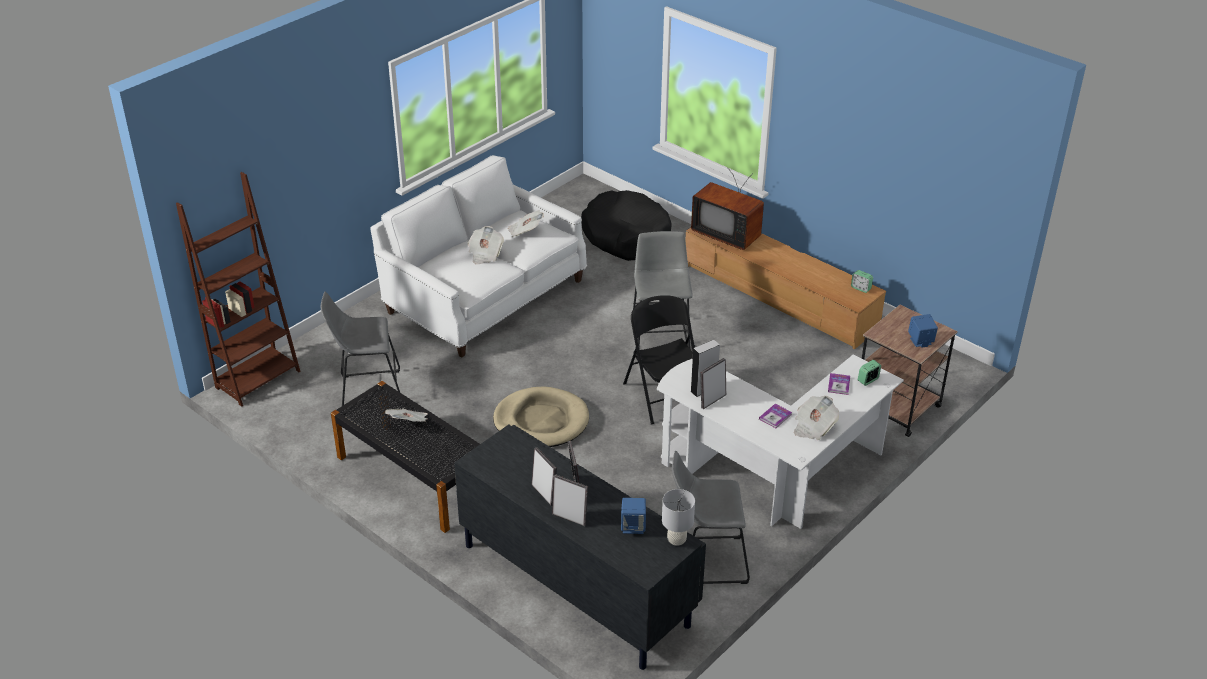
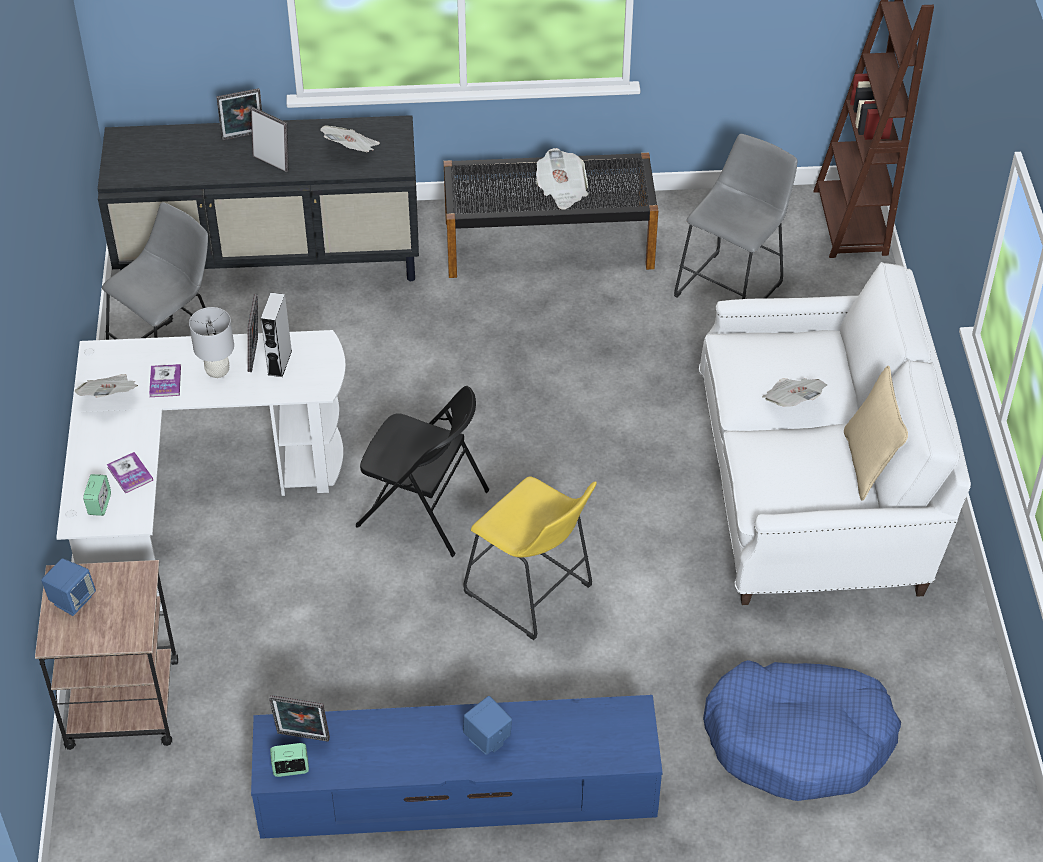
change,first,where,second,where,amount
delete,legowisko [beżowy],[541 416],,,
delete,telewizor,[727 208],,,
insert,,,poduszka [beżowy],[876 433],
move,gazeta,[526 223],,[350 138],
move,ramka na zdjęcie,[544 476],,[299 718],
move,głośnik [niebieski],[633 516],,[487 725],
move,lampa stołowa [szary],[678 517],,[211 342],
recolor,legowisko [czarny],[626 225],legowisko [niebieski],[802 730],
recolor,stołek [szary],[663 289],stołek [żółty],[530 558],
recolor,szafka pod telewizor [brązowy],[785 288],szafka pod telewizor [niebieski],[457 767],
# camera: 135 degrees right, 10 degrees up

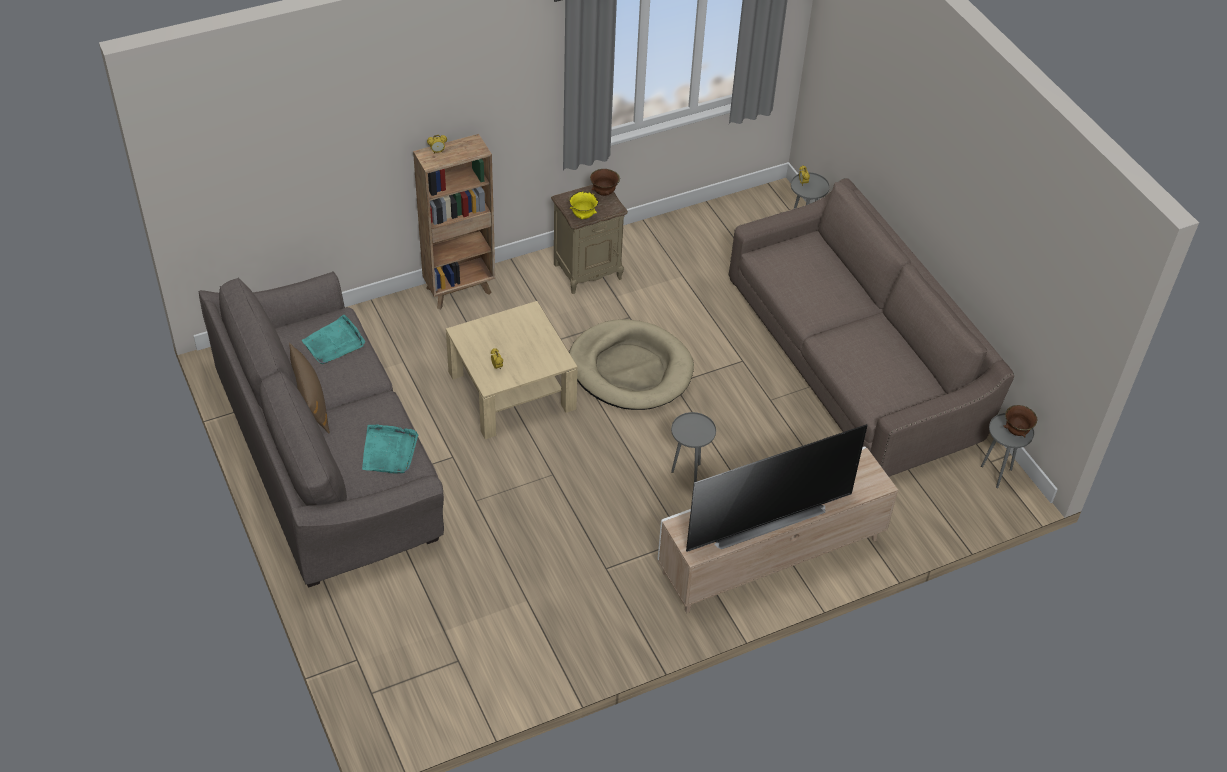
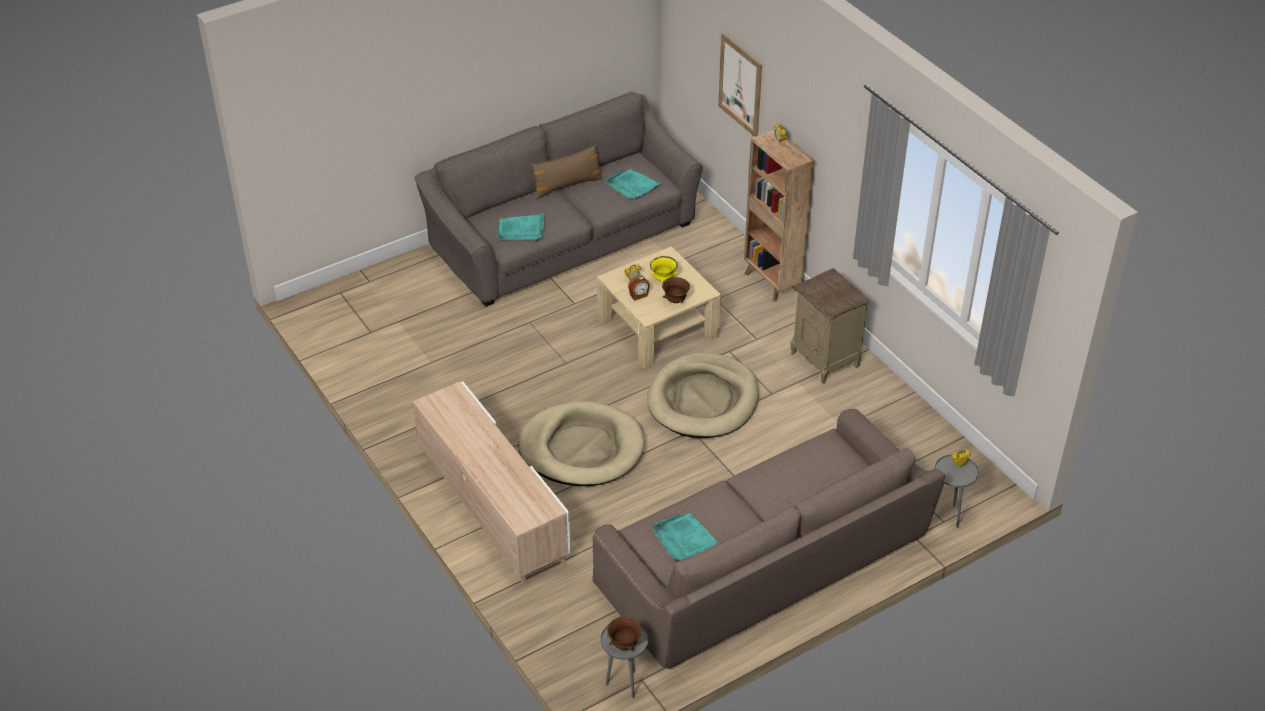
change,first,where,second,where,amount
delete,telewizor,[777 488],,,
insert,,,budzik,[639 288],
insert,,,taca [turkusowy],[685 536],
insert,,,obraz,[740 85],
move,miska [żółty],[583 205],,[664 269],
move,miska [brązowy],[605 182],,[676 290],
replace,stolik [szary],[693 447],legowisko [beżowy],[581 443],
# camera: 85 degrees right, 5 degrees down

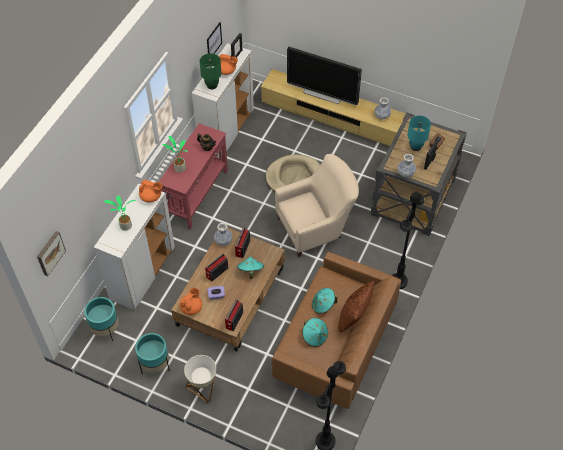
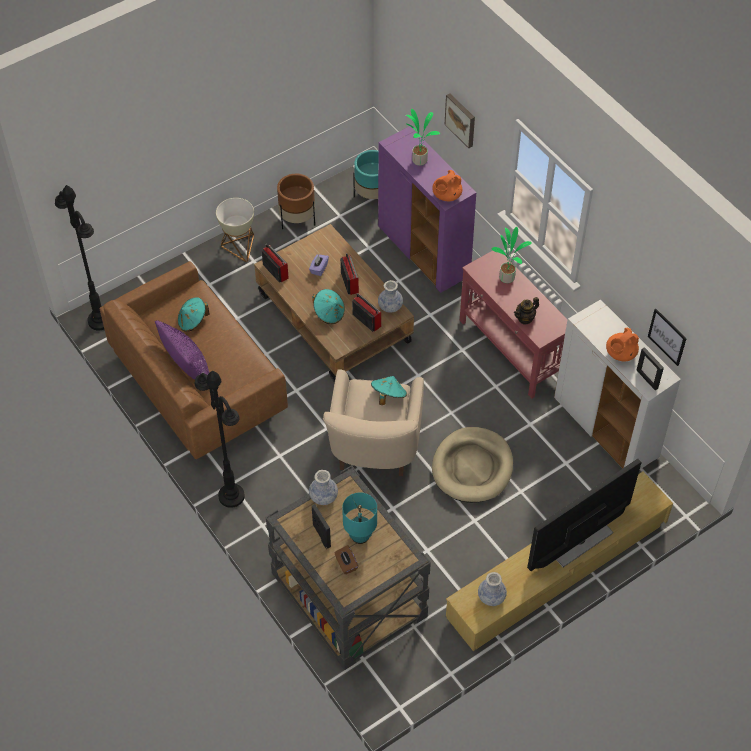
change,first,where,second,where,amount
delete,imbryk [pomarańczowy],[191 301],,,
delete,lampa stołowa [zielony],[210 71],,,
move,obraz,[51 253],,[459 121],
move,kapelusz [turkusowy],[324 301],,[389 390],
recolor,szafka [biały],[134 247],szafka [fioletowy],[427 209],
recolor,donica [turkusowy],[152 353],donica [brązowy],[296 201],
recolor,poduszka [brązowy],[356 307],poduszka [fioletowy],[182 350],
# camera: 120 degrees right, 0 degrees up

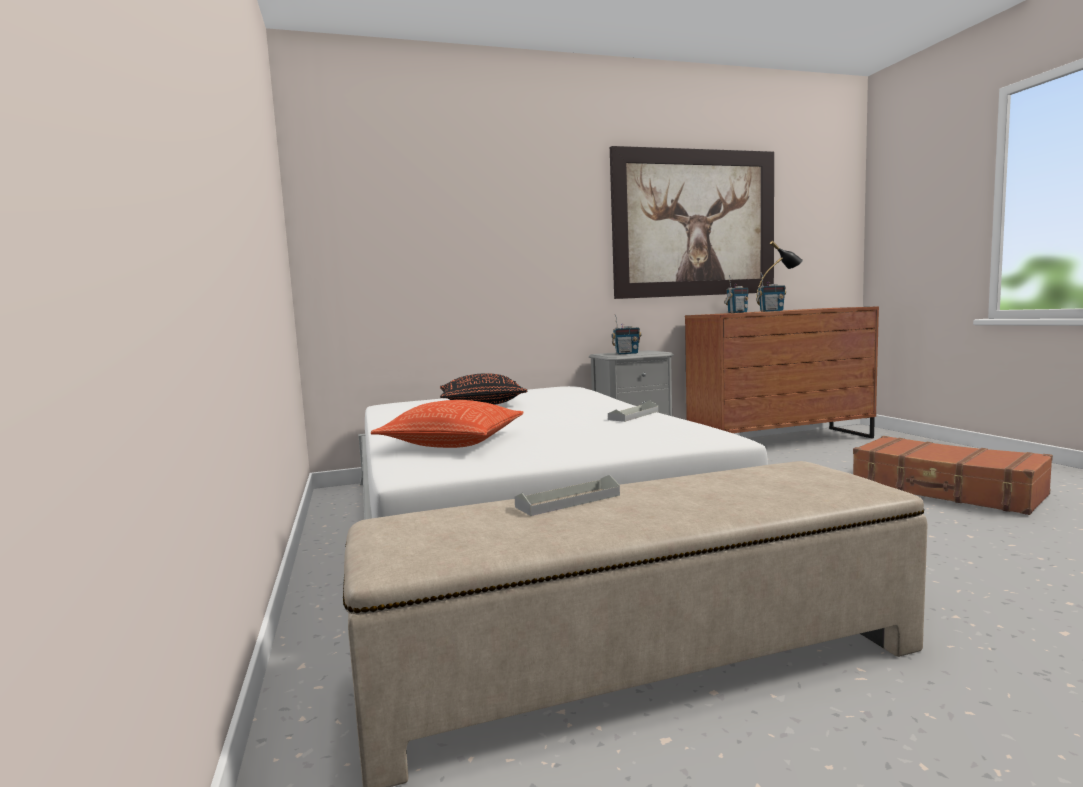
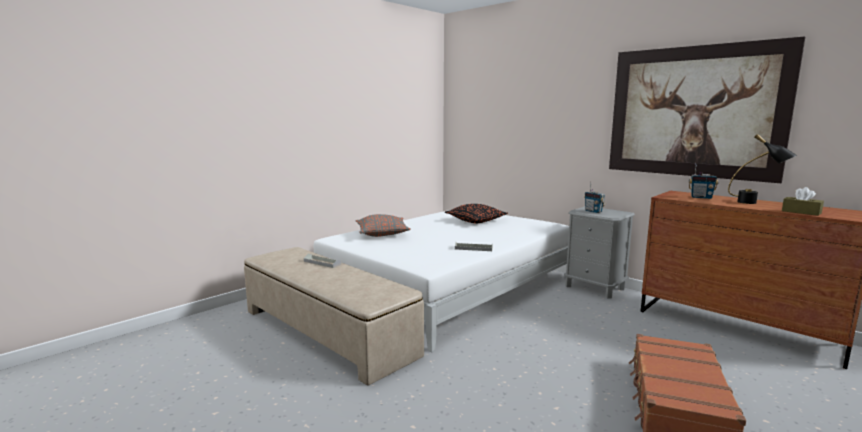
change,first,where,second,where,amount
delete,radio,[771 292],,,
insert,,,pudełko chusteczek [brązowy],[803 201],
recolor,poduszka [pomarańczowy],[447 424],poduszka [szary],[383 225],
# camera: 60 degrees right, 5 degrees up

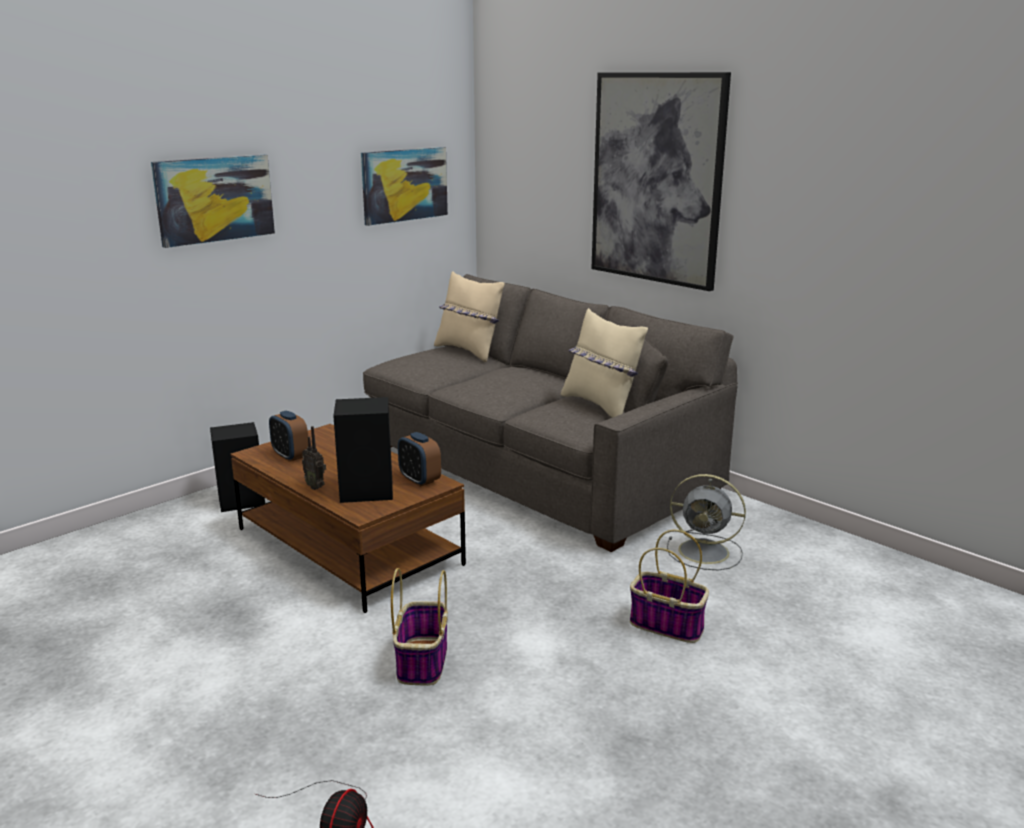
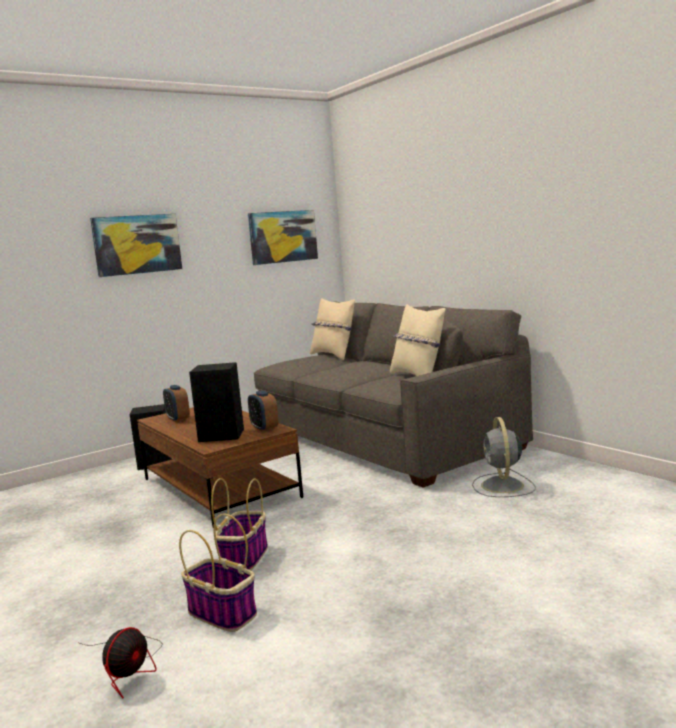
change,first,where,second,where,amount
delete,radio,[314 458],,,
delete,obraz,[661 181],,,
move,koszyk,[669 586],,[218 572],
rotate,wentylator [szary],[706 522],,[504 457],60 degrees clockwise
# camera: 10 degrees right, 10 degrees down

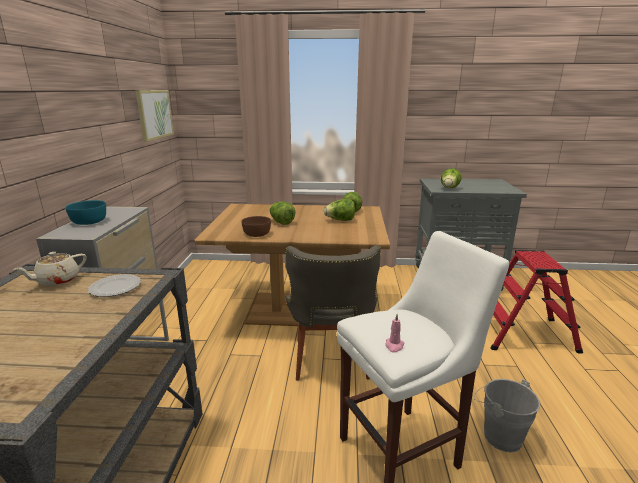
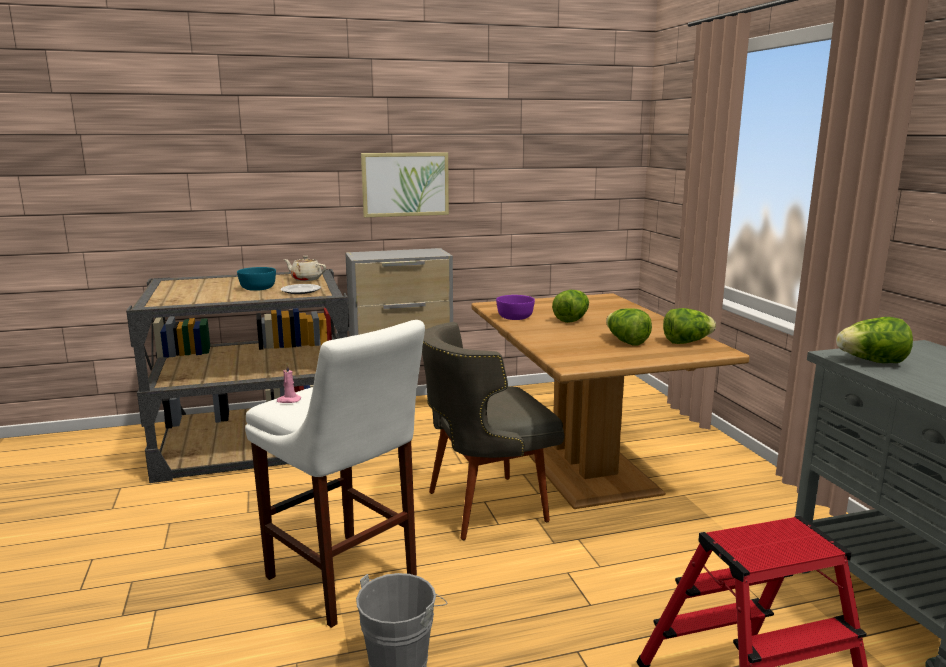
change,first,where,second,where,amount
move,miska [turkusowy],[85 212],,[256 279],
move,obraz,[154 116],,[405 184],
recolor,miska [brązowy],[256 226],miska [fioletowy],[515 307],
# camera: 70 degrees right, 5 degrees down

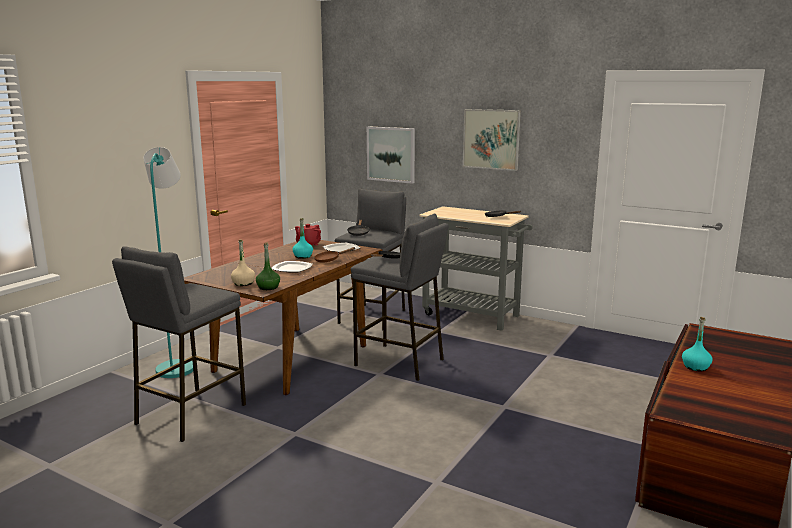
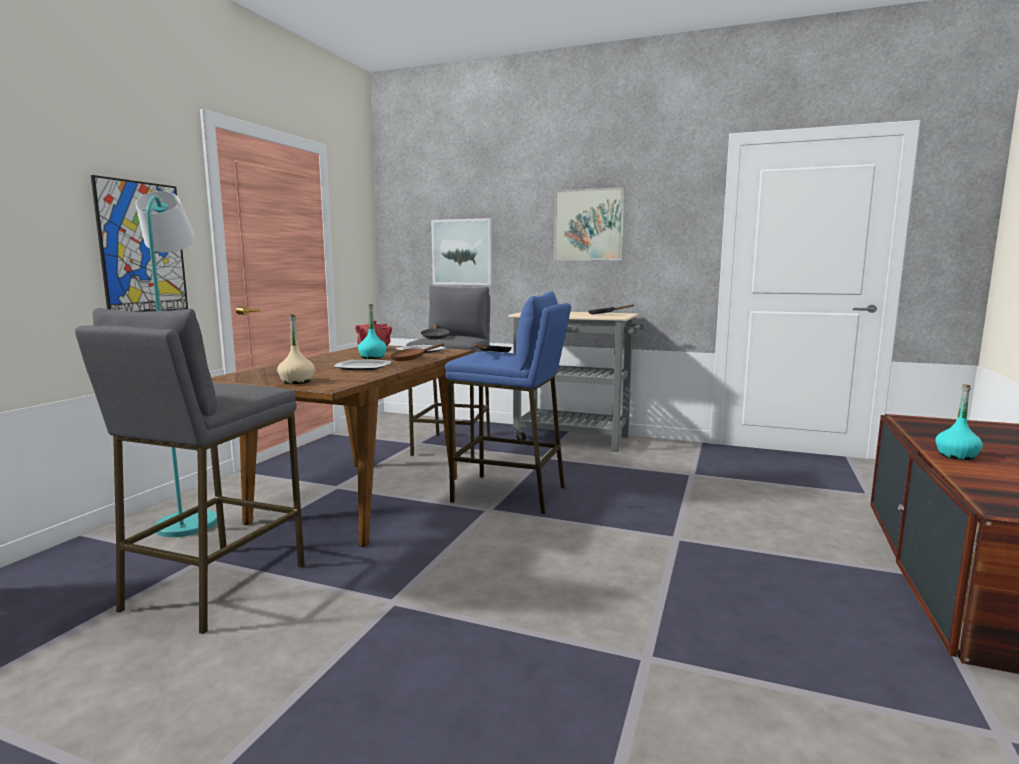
change,first,where,second,where,amount
delete,butelka [zielony],[268 266],,,
insert,,,obraz,[139 243],
recolor,stołek [szary],[399 297],stołek [niebieski],[508 403],
# camera: 10 degrees left, 5 degrees down

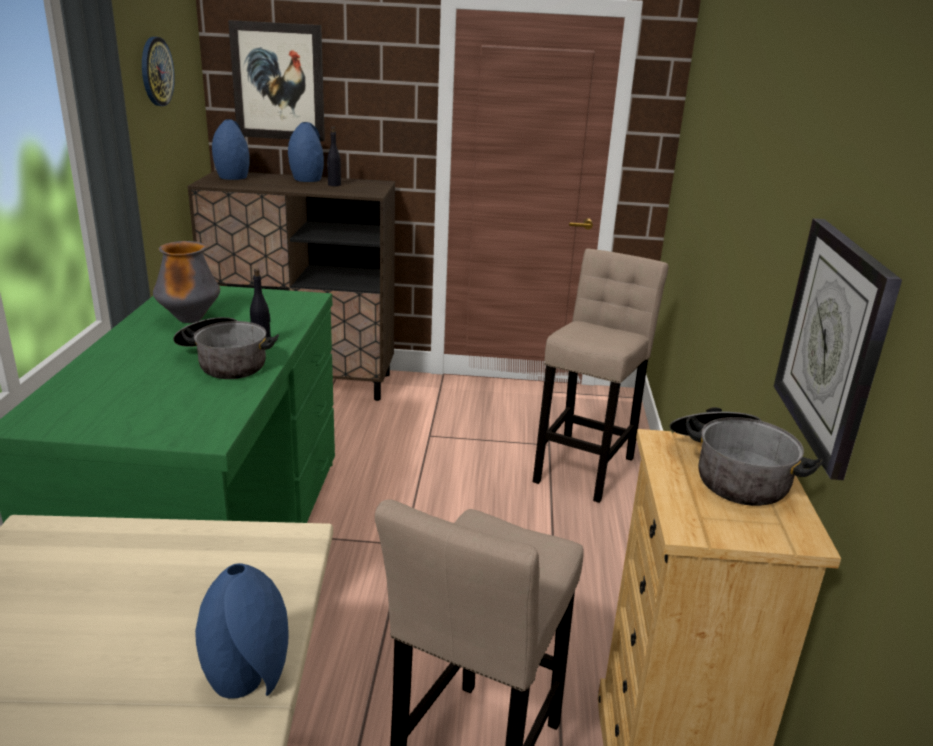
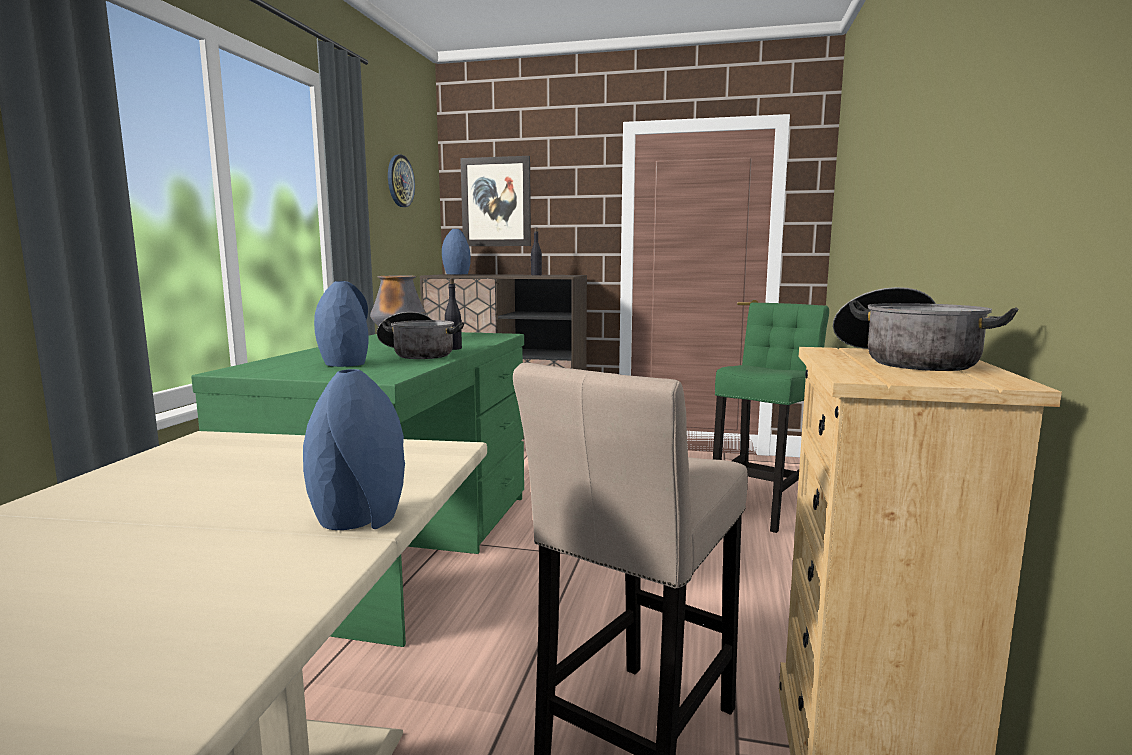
change,first,where,second,where,amount
delete,zegar ścienny,[838 349],,,
move,wazon [niebieski],[306 152],,[341 324],
recolor,stołek [beżowy],[601 376],stołek [zielony],[771 418],
# camera: 10 degrees right, 15 degrees down

